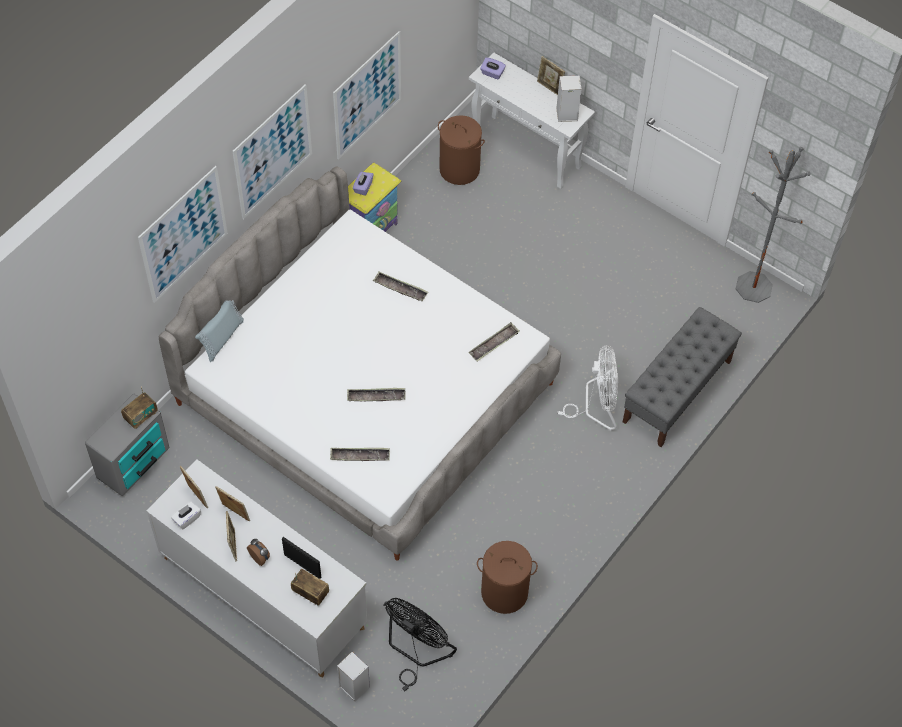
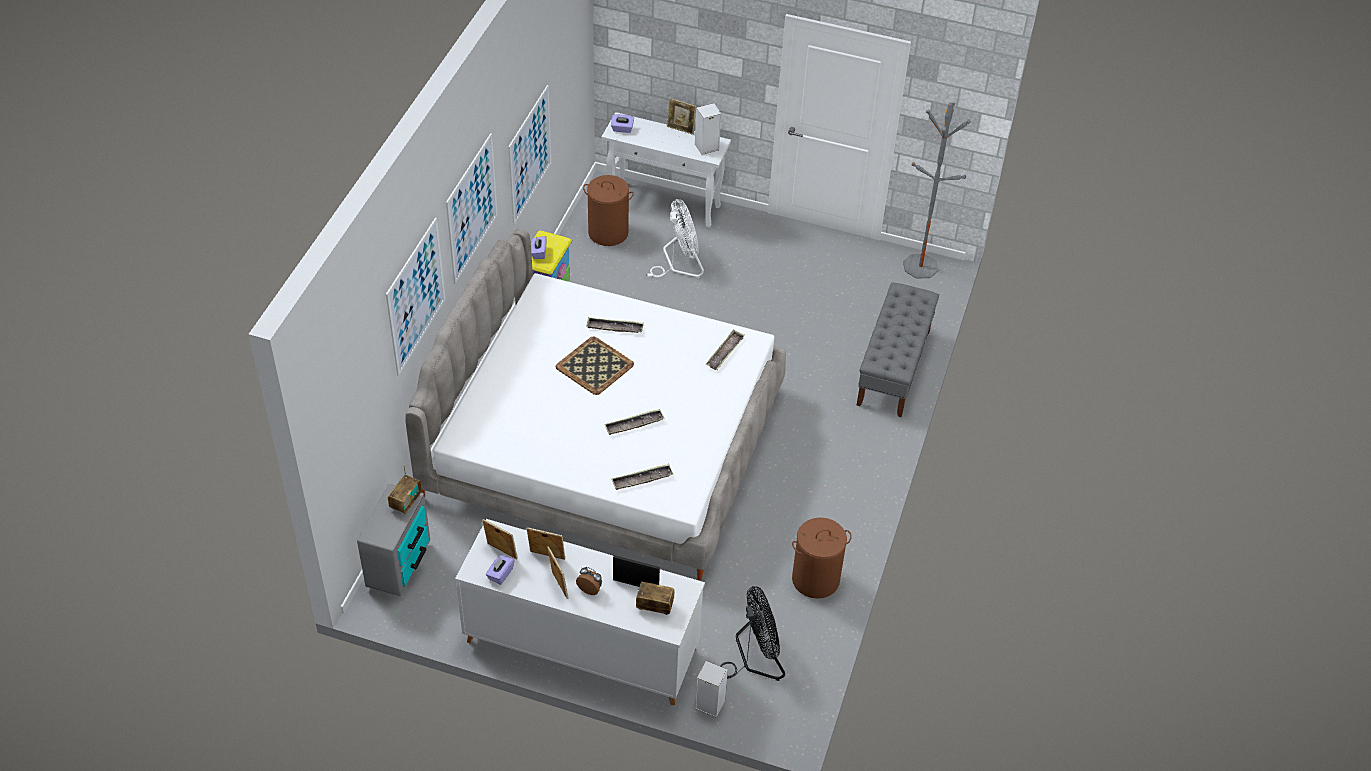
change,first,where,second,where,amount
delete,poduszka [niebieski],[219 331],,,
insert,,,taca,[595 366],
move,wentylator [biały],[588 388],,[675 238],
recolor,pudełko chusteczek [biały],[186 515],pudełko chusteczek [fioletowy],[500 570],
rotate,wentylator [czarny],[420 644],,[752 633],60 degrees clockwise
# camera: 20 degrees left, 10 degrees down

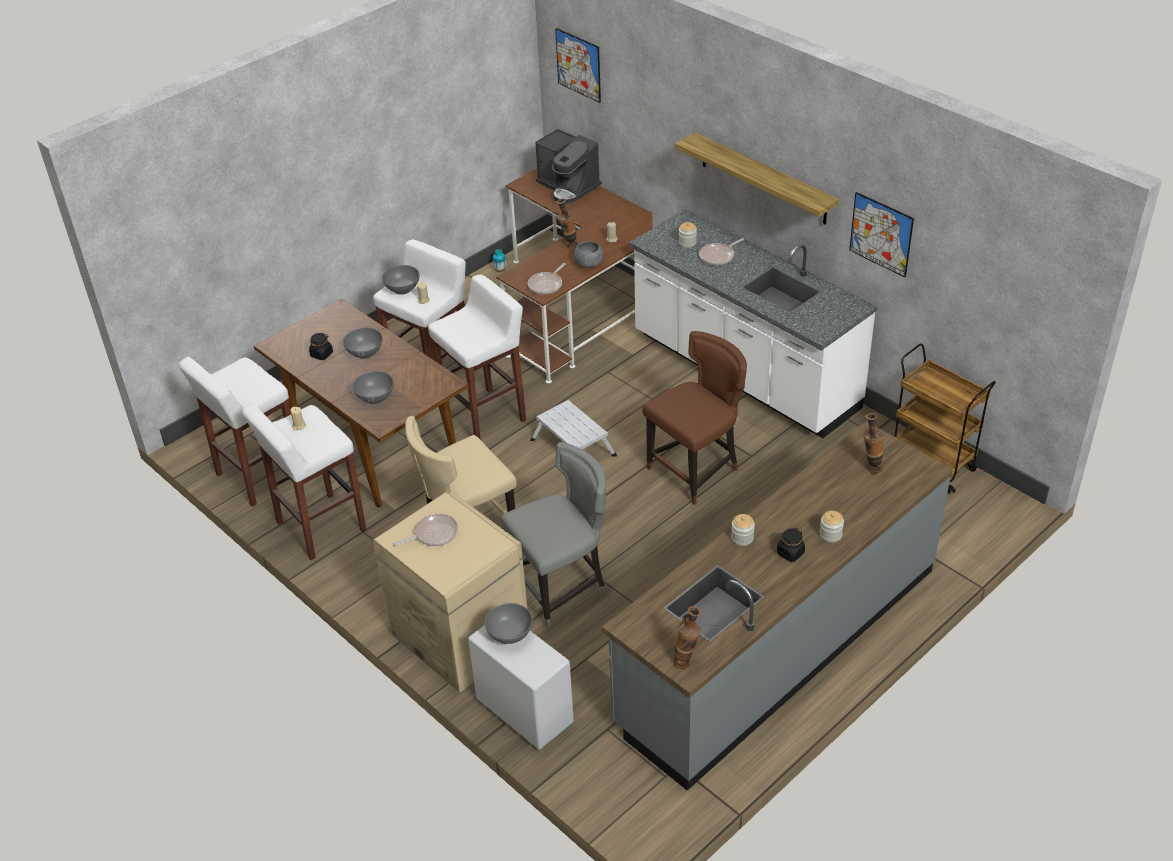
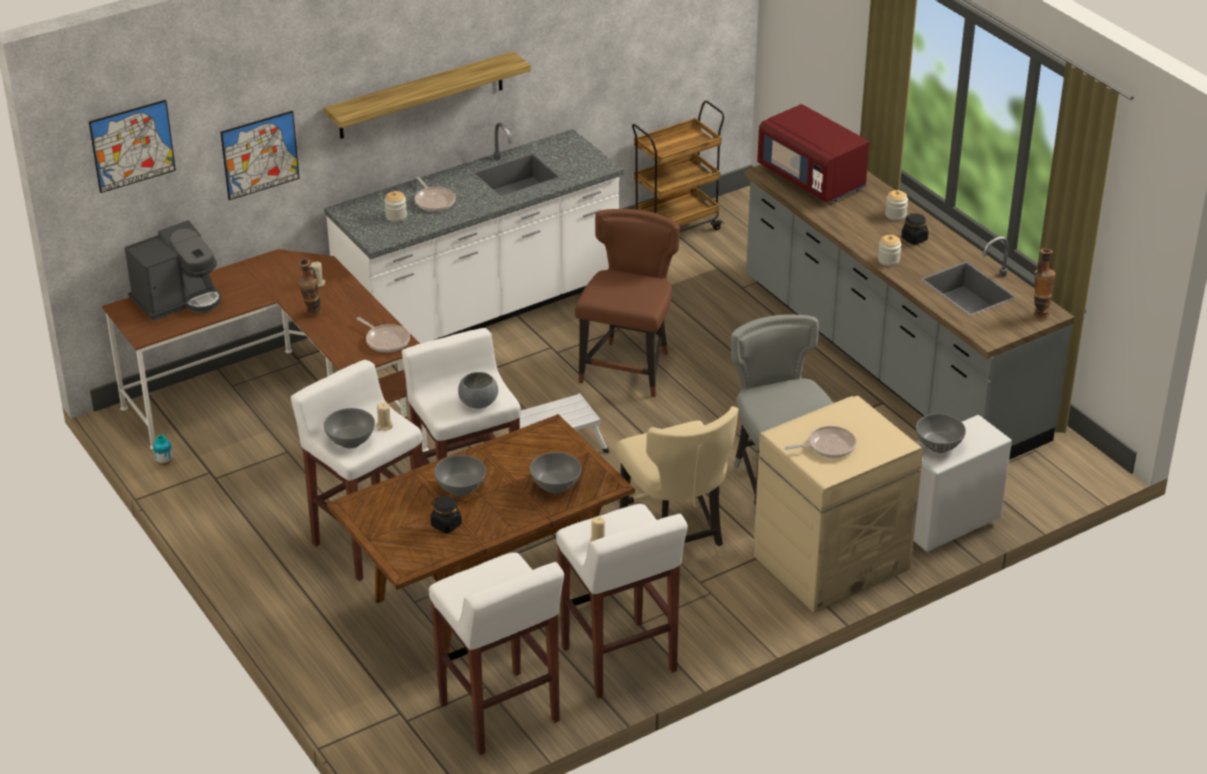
change,first,where,second,where,amount
move,miska [szary],[588 254],,[478 390],
move,obraz,[881 234],,[260 155],
replace,wazon,[873 443],mikrofalówka [czerwony],[813 153],
rotate,patelnia,[426 530],,[820 442],90 degrees clockwise
rotate,krzesło [brązowy],[694 418],,[627 303],45 degrees clockwise
# camera: 80 degrees left, 5 degrees down

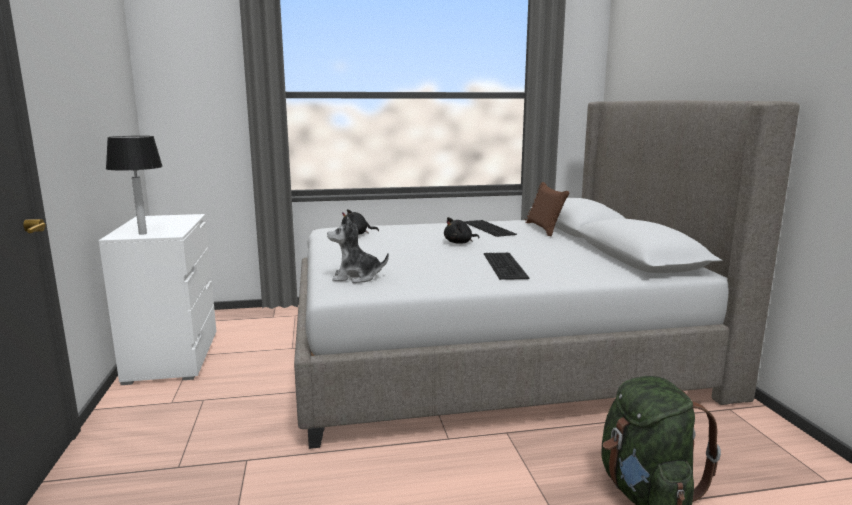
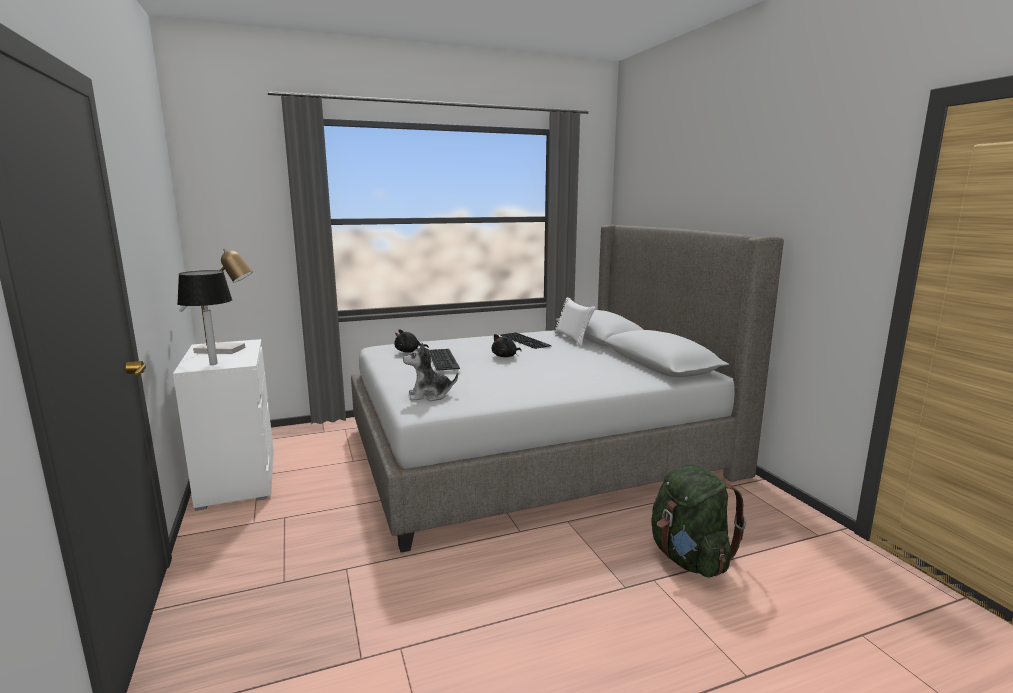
change,first,where,second,where,amount
insert,,,lampa stołowa,[216 301],
move,klawiatura,[506 266],,[444 360],
recolor,poduszka [brązowy],[547 209],poduszka [biały],[574 322],
# camera: 10 degrees left, 0 degrees up

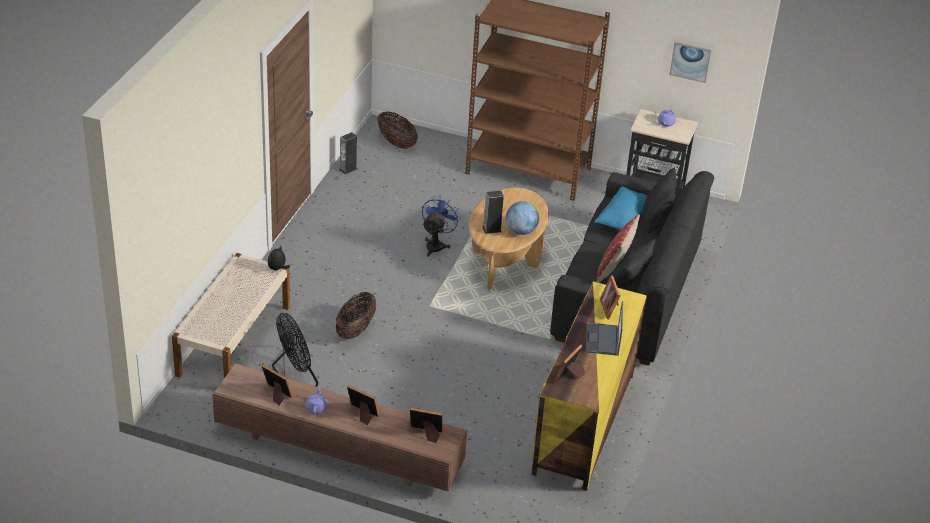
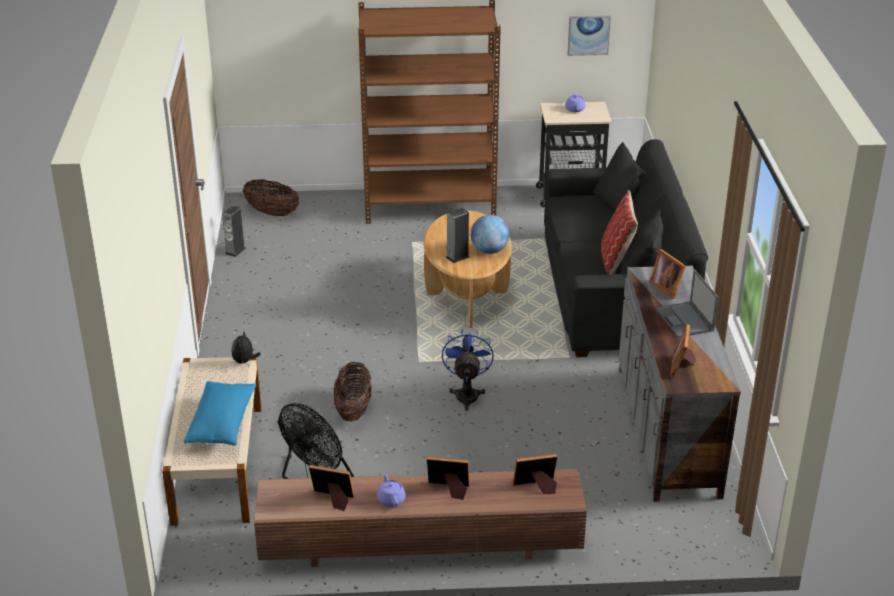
change,first,where,second,where,amount
move,wentylator [niebieski],[441 226],,[468 370],
move,poduszka [niebieski],[621 208],,[220 413],
recolor,szafka [żółty],[589 386],szafka [szary],[680 384],
# camera: 20 degrees left, 5 degrees down

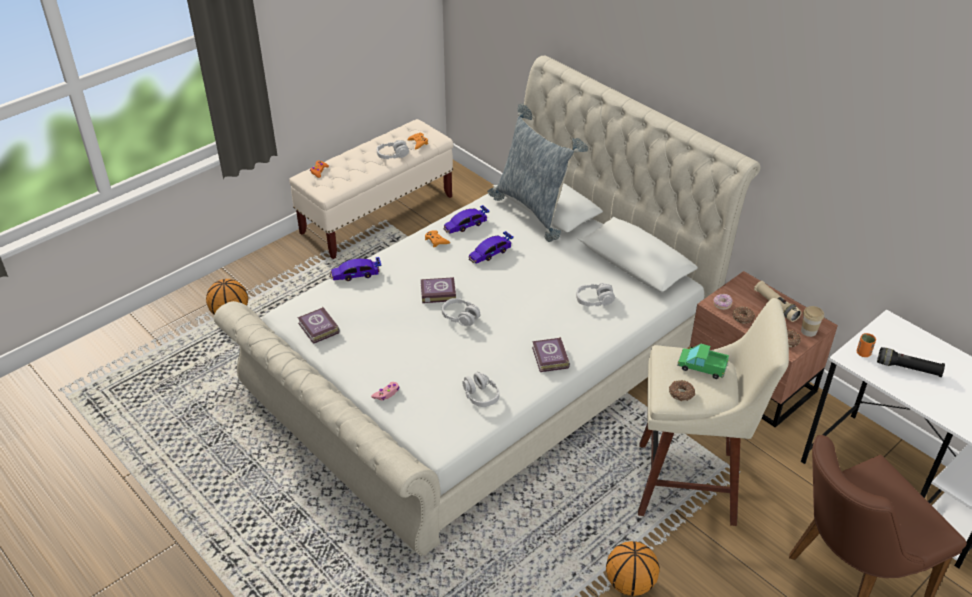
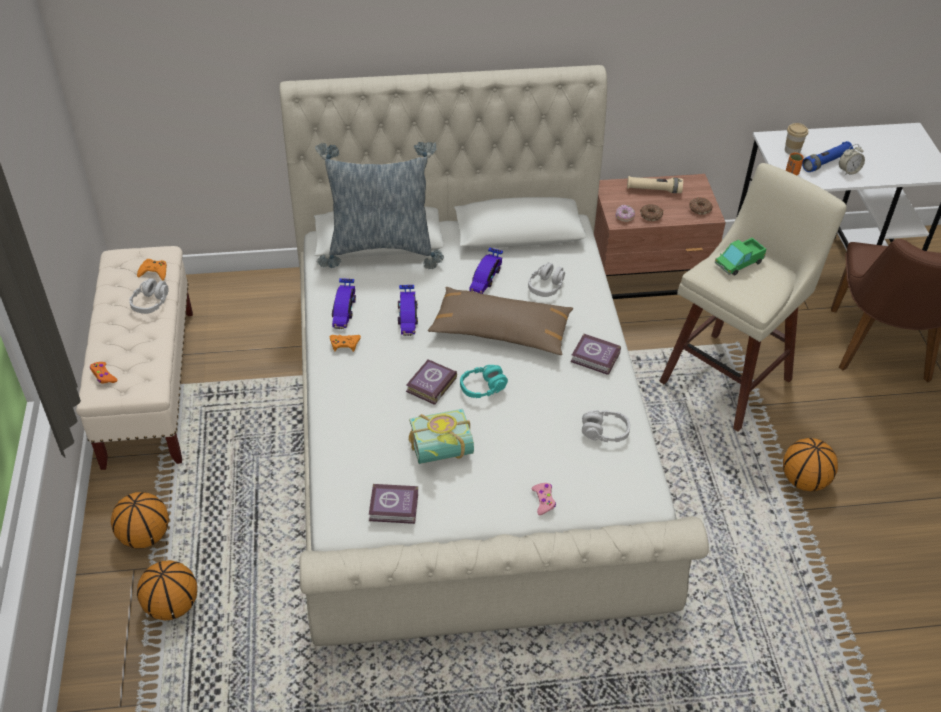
change,first,where,second,where,amount
delete,donut,[682 390],,,
insert,,,piłka do koszykówki,[140 520],
insert,,,książka,[441 436],
insert,,,poduszka [brązowy],[500 321],
insert,,,budzik,[852 159],
move,samochodzik,[356 269],,[486 271],
move,filiżanka,[812 321],,[796 139],
recolor,słuchawki [szary],[461 312],słuchawki [turkusowy],[484 381],
recolor,latarka [czarny],[911 362],latarka [niebieski],[827 156],
# camera: 55 degrees left, 5 degrees up

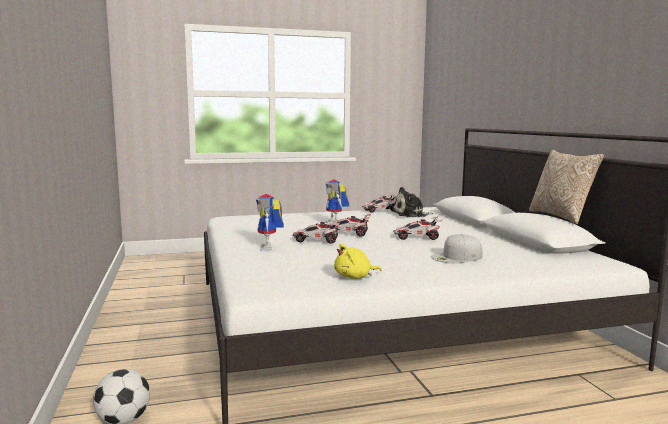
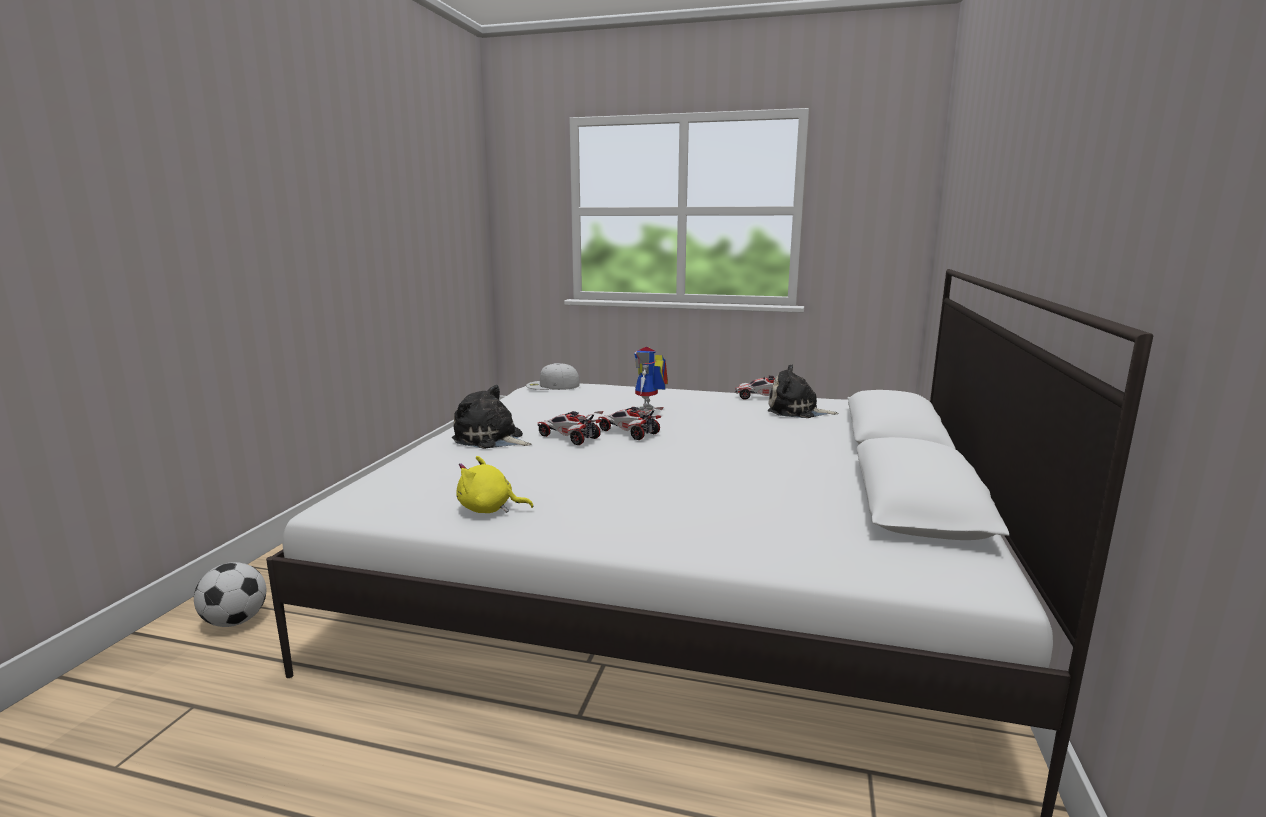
change,first,where,second,where,amount
delete,samochodzik,[417 228],,,
delete,poduszka,[566 187],,,
move,czapka z daszkiem [biały],[457 248],,[553 376],
replace,robot zabawkowy,[270 222],pluszak,[492 417],
# camera: 30 degrees right, 5 degrees up

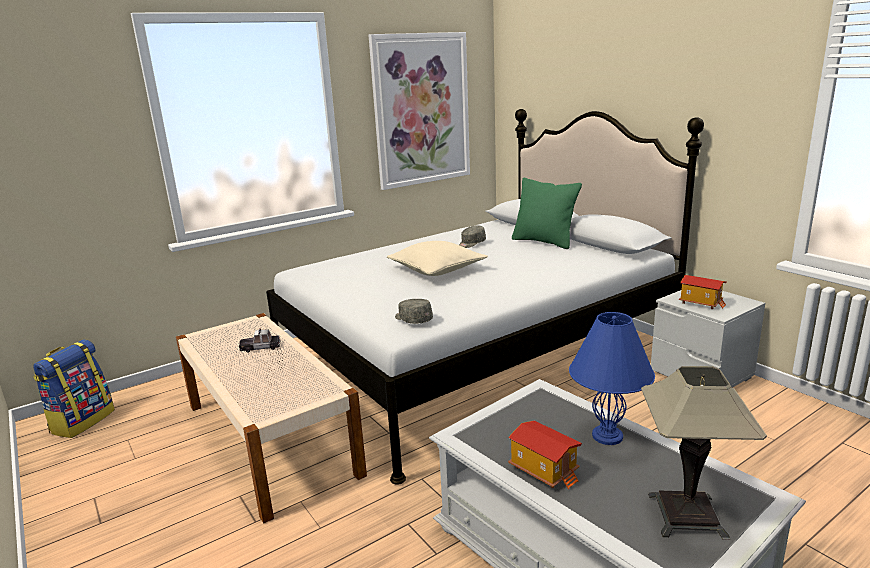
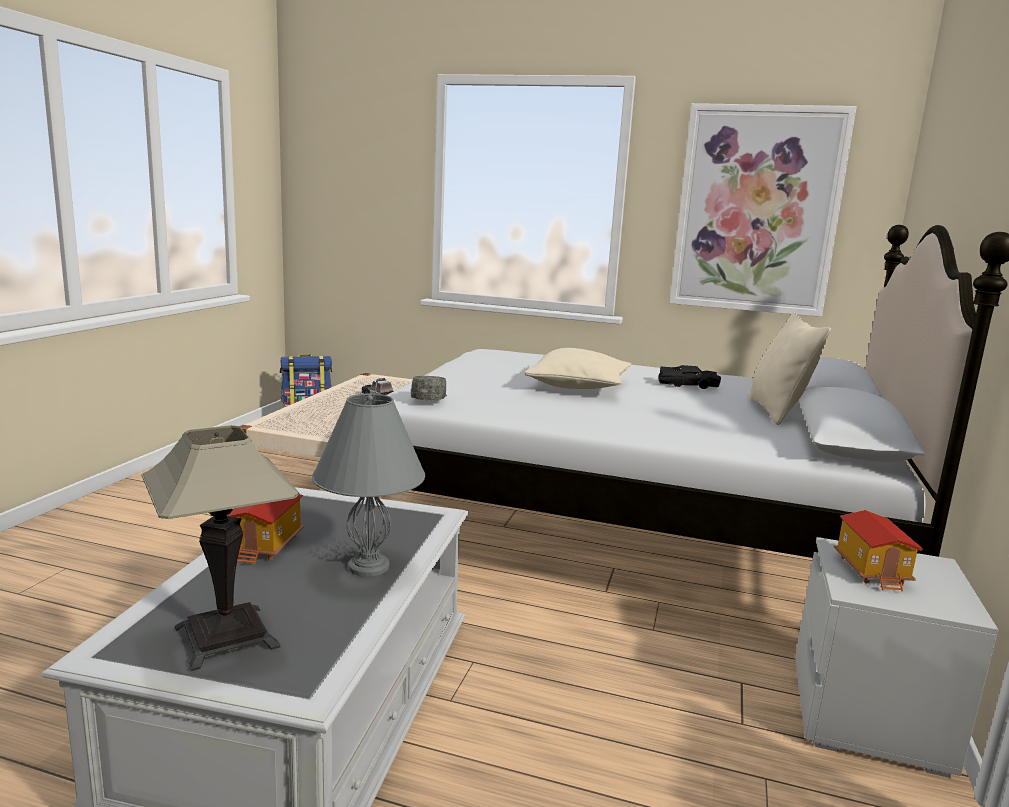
change,first,where,second,where,amount
replace,czapka z daszkiem [szary],[472 236],samochodzik [czarny],[689 377],
recolor,poduszka [zielony],[547 213],poduszka [beżowy],[789 368],
recolor,lampa stołowa [niebieski],[612 378],lampa stołowa [szary],[368 485],
# camera: 50 degrees right, 5 degrees down

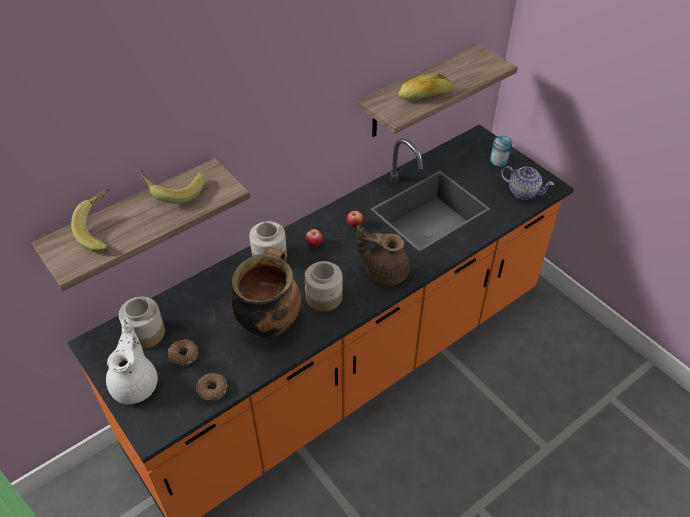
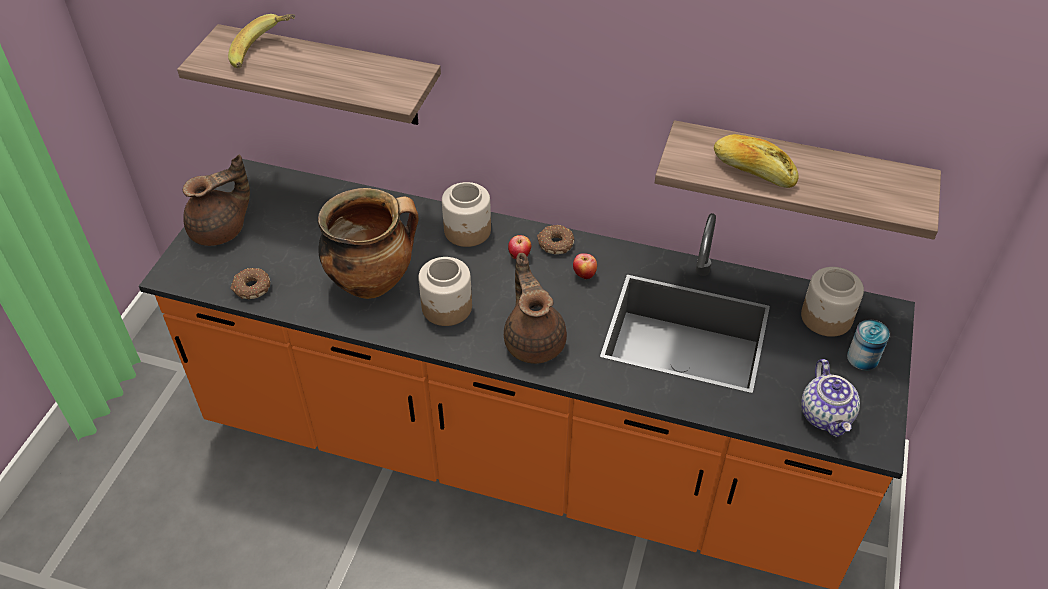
change,first,where,second,where,amount
delete,banan,[172 187],,,
move,słoik,[142 323],,[832 302],
move,donut,[183 352],,[556 239],
recolor,imbryk [biały],[132 360],imbryk [brązowy],[216 200],
# camera: 55 degrees right, 0 degrees up

